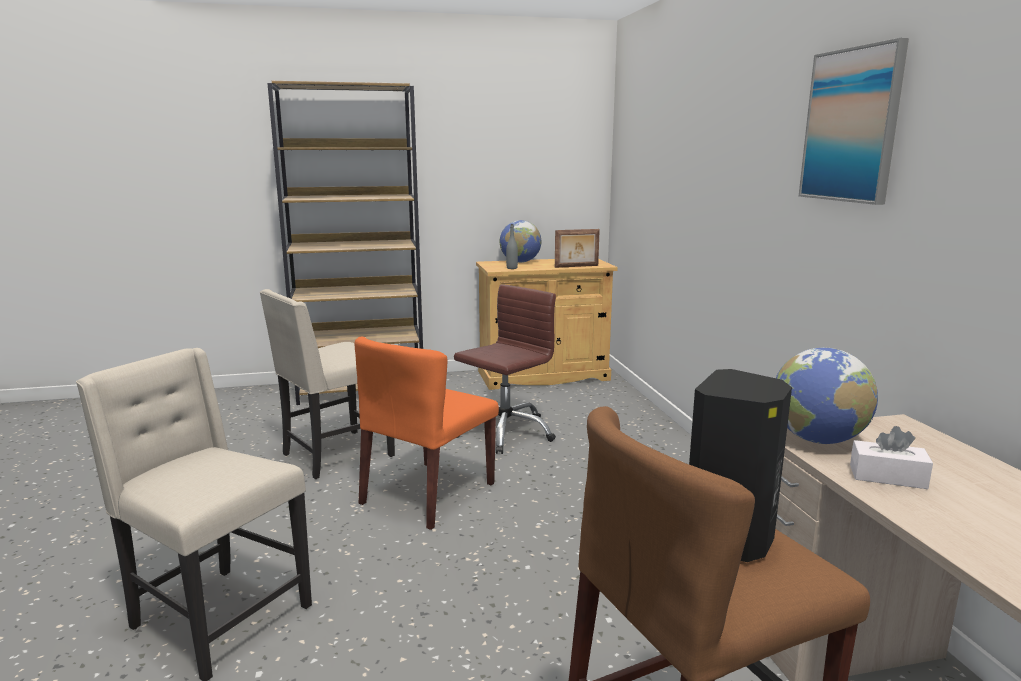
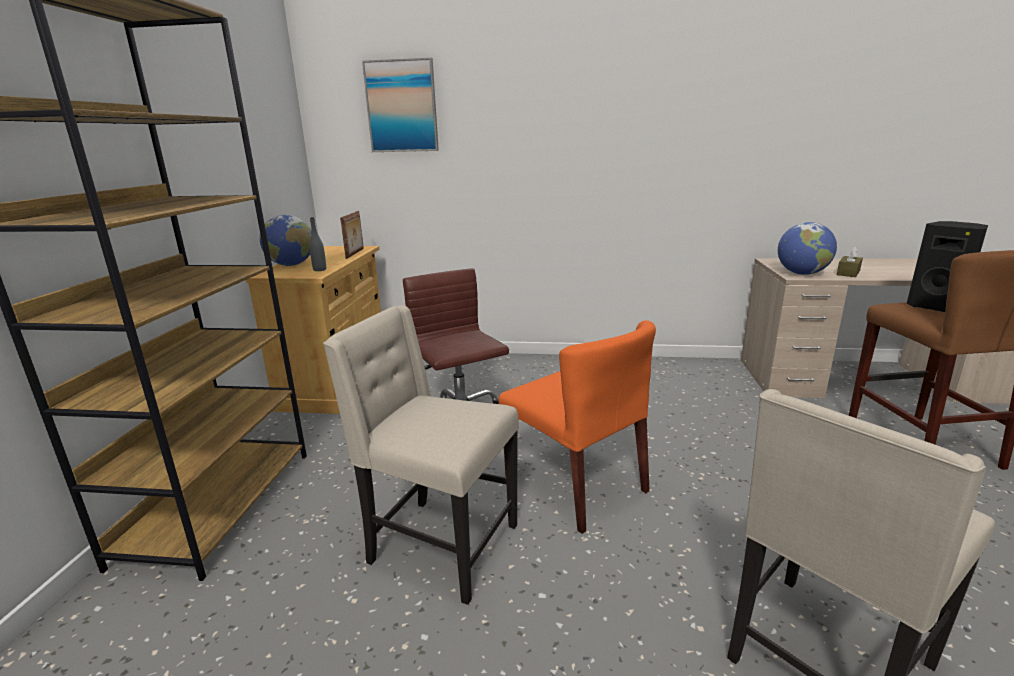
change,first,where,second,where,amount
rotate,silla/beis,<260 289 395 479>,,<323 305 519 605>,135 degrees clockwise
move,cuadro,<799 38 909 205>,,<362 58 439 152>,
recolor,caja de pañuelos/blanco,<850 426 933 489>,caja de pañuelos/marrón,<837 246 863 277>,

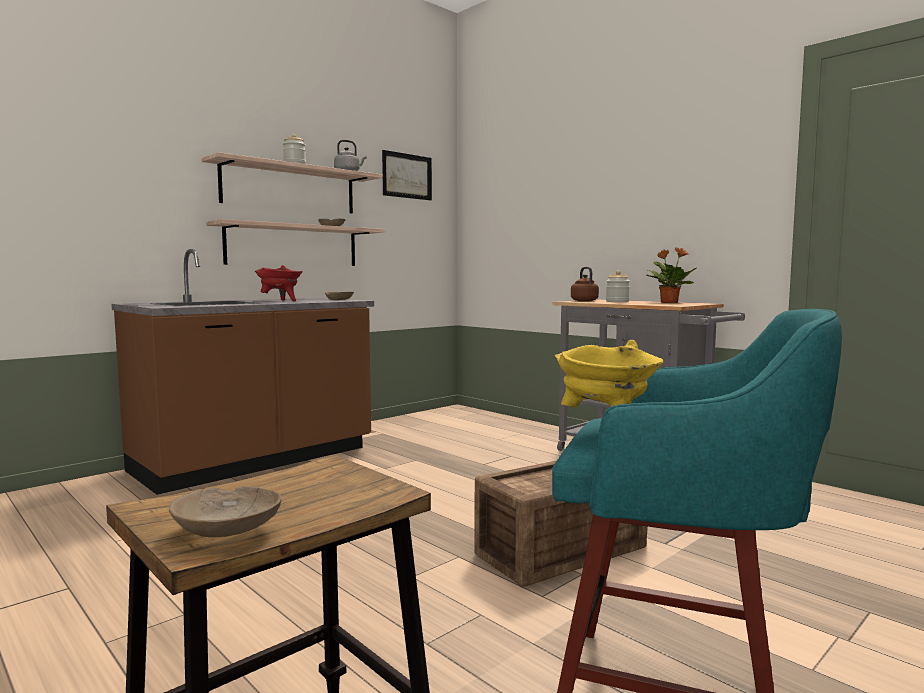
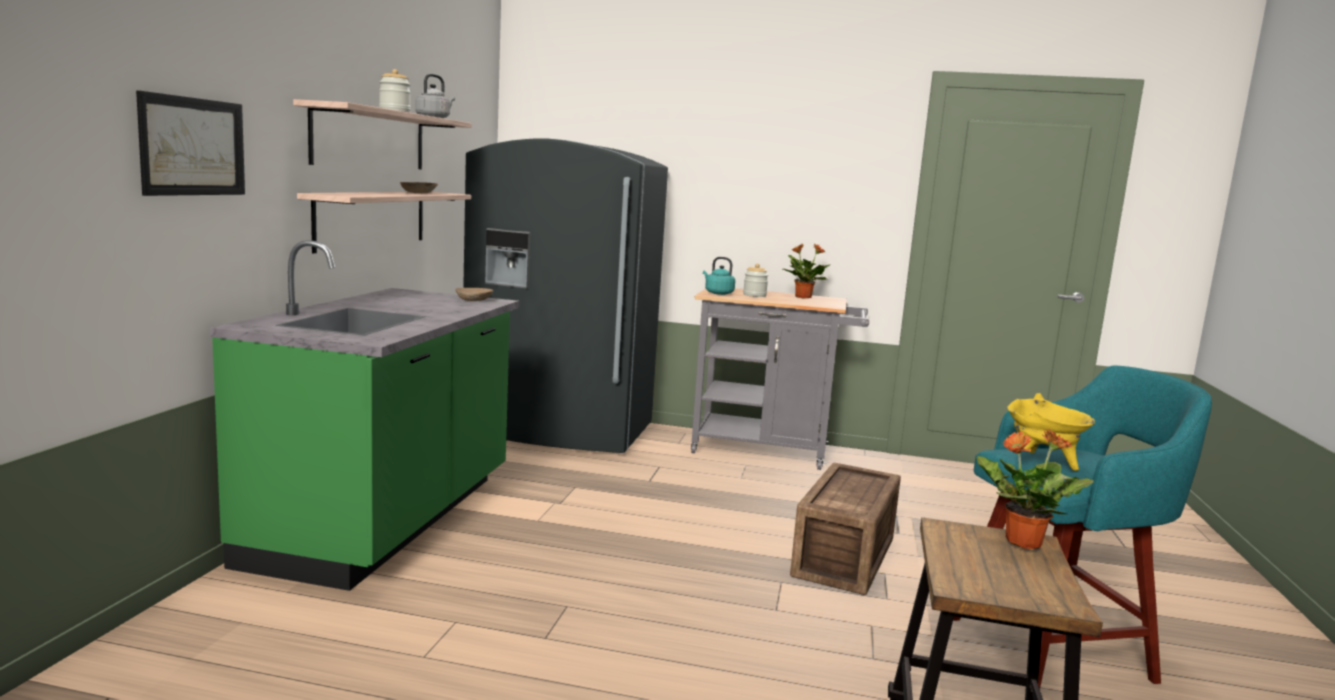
change,first,where,second,where,amount
recolor,mueble bajo de cocina/marrón,<111 249 374 495>,mueble bajo de cocina/verde,<210 240 519 591>,
delete,cuenco/beis,<169 486 282 537>,,,
delete,olla/rojo,<255 265 303 301>,,,
move,cuadro,<382 150 432 200>,,<136 90 245 196>,
recolor,hervidor/marrón,<571 267 599 302>,hervidor/turquesa,<703 257 735 295>,
insert,,,nevera/gris,<463 138 668 453>,
insert,,,planta en maceta,<977 428 1094 549>,

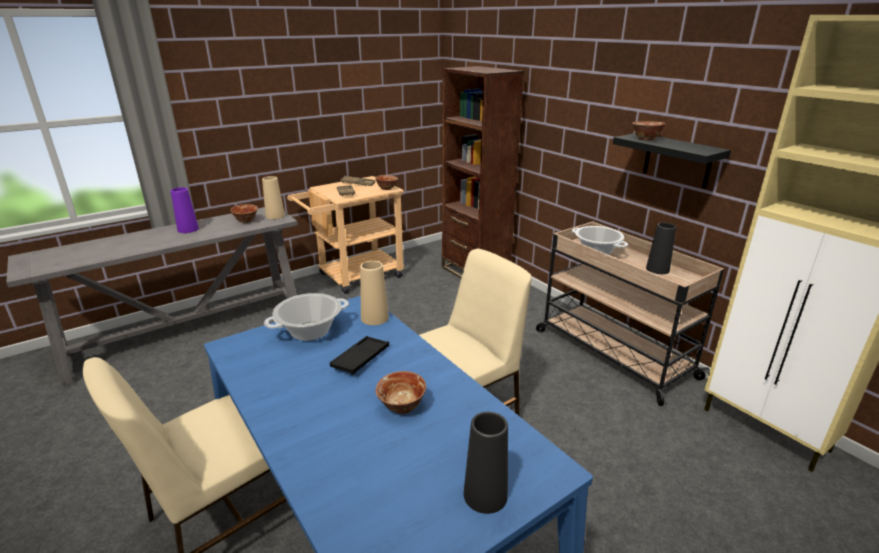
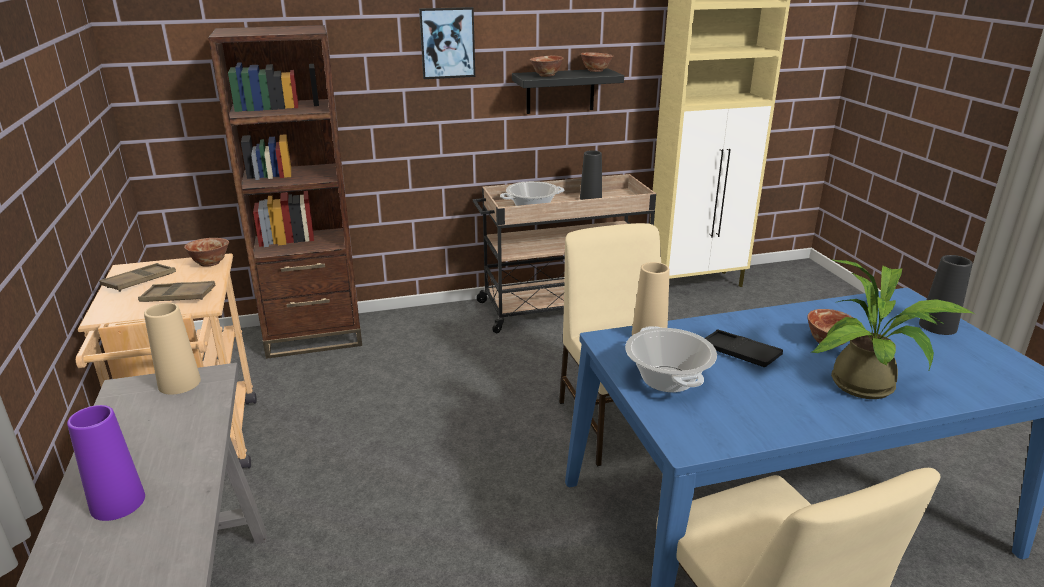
change,first,where,second,where,amount
move,cuenco,<230 204 258 223>,,<581 52 613 72>,
insert,,,cuadro,<419 7 475 79>,
insert,,,planta en maceta,<812 259 975 399>,

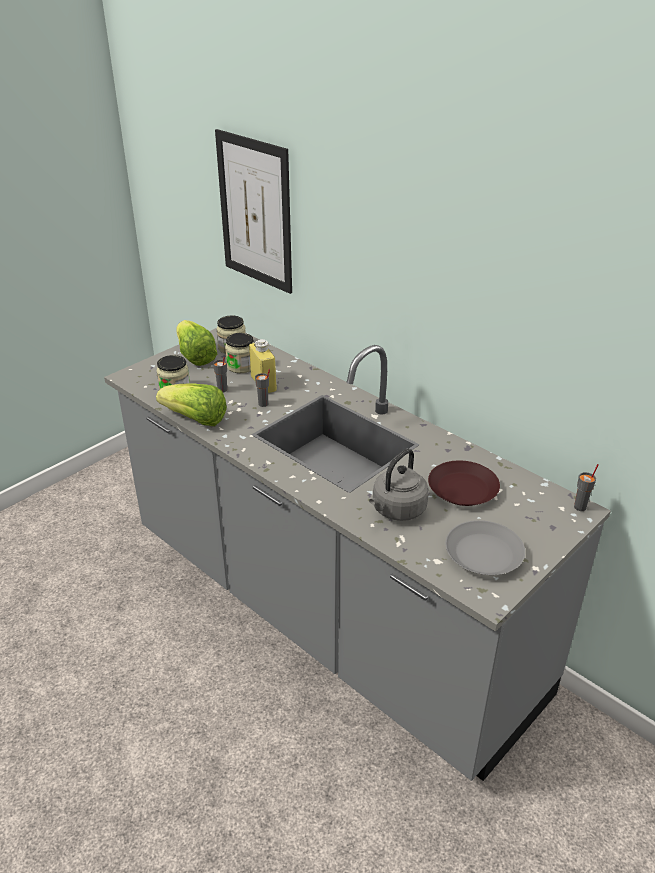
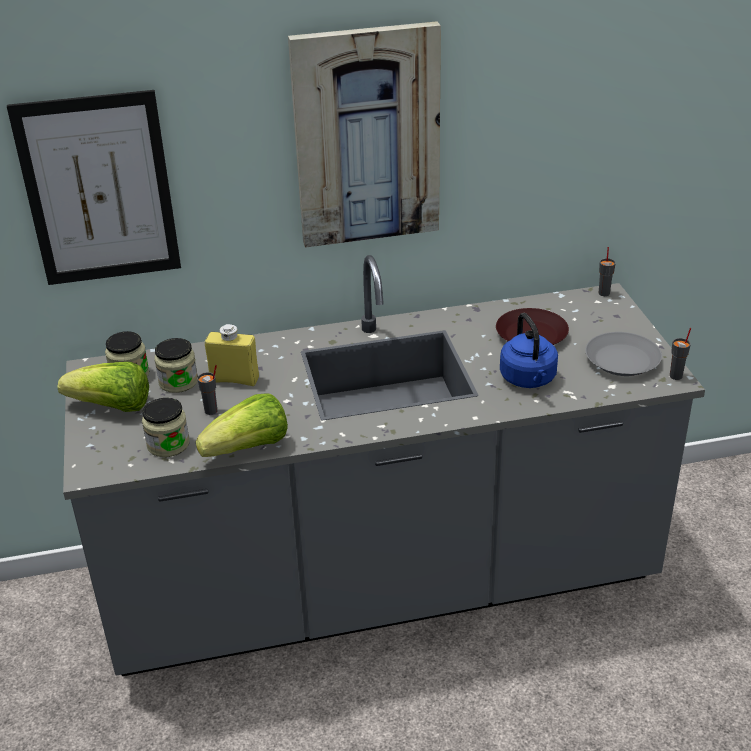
change,first,where,second,where,amount
move,taza/gris,<255 369 270 407>,,<670 328 691 380>,
recolor,hervidor/gris,<369 449 429 521>,hervidor/azul,<500 313 558 388>,
insert,,,cuadro,<288 21 441 248>,

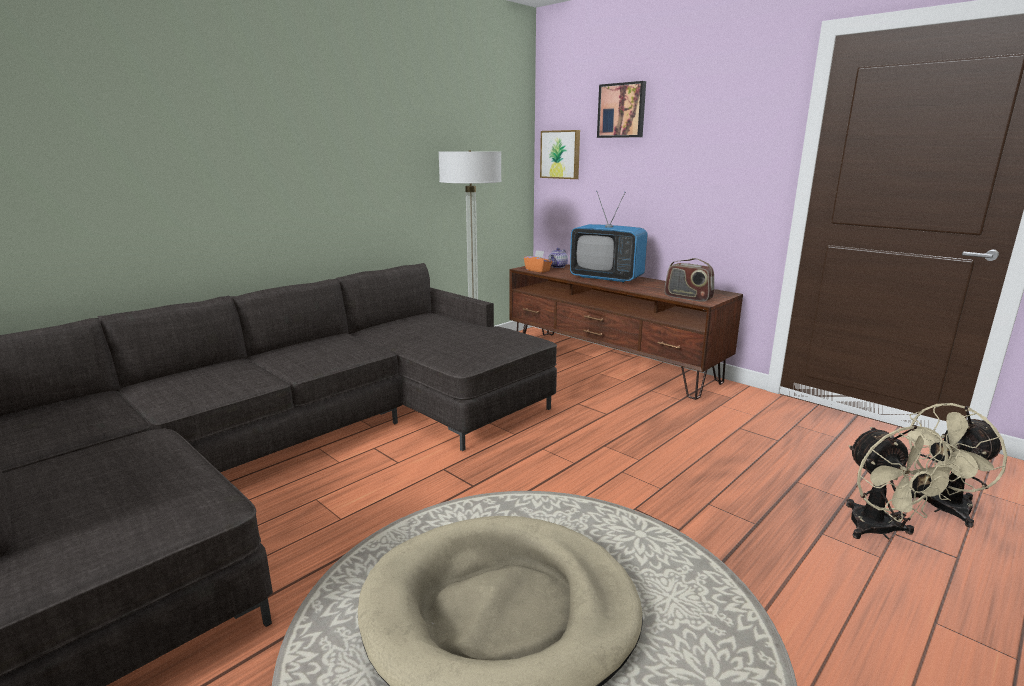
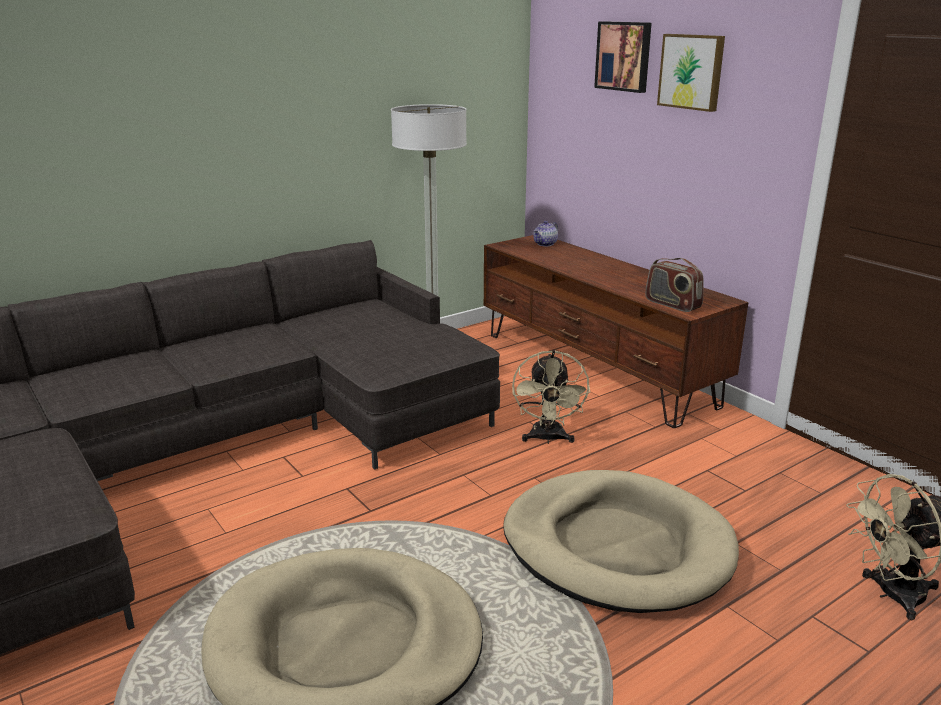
change,first,where,second,where,amount
delete,caja de pañuelos/naranja,<524 250 552 273>,,,
move,cuadro,<540 130 580 179>,,<657 34 725 112>,
delete,televisor,<570 191 647 283>,,,
move,ventilador/beis,<846 425 964 539>,,<512 350 590 444>,
insert,,,cama para perro/beis,<503 470 739 613>,

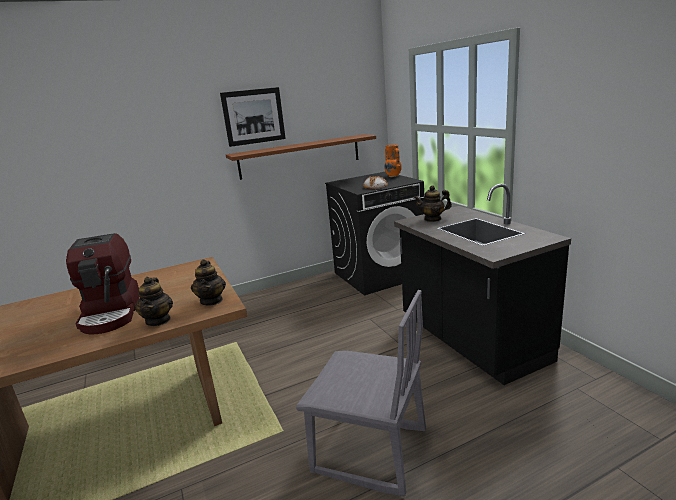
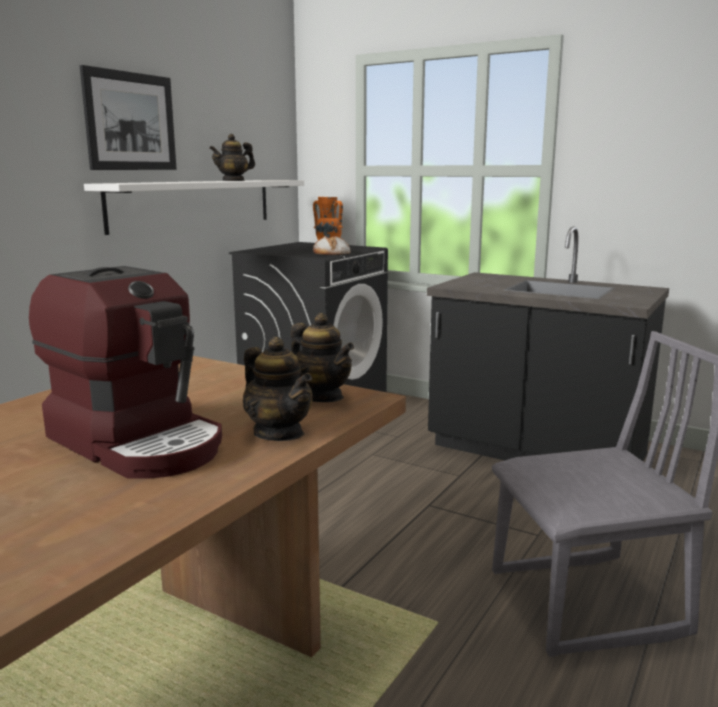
change,first,where,second,where,amount
recolor,estante/marrón,<226 134 376 180>,estante/blanco,<84 180 304 235>,
move,tetera,<414 185 452 222>,,<209 134 255 181>,

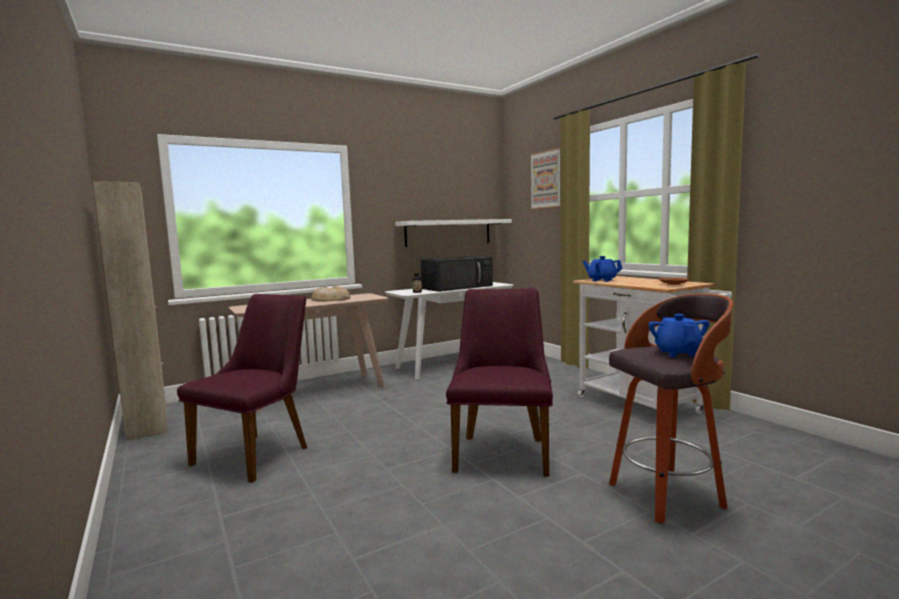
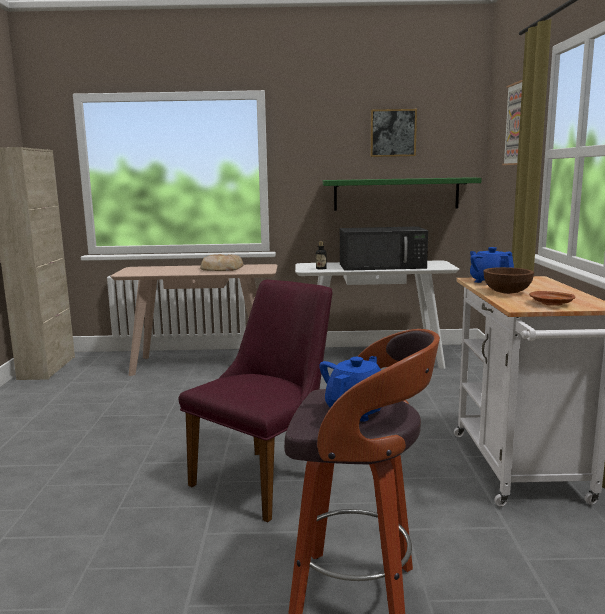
change,first,where,second,where,amount
delete,silla/morado,<177 294 307 483>,,,
recolor,estante/blanco,<395 219 512 247>,estante/verde,<323 177 482 211>,
insert,,,cuadro,<370 109 417 157>,
insert,,,cuenco/marrón,<484 267 534 294>,

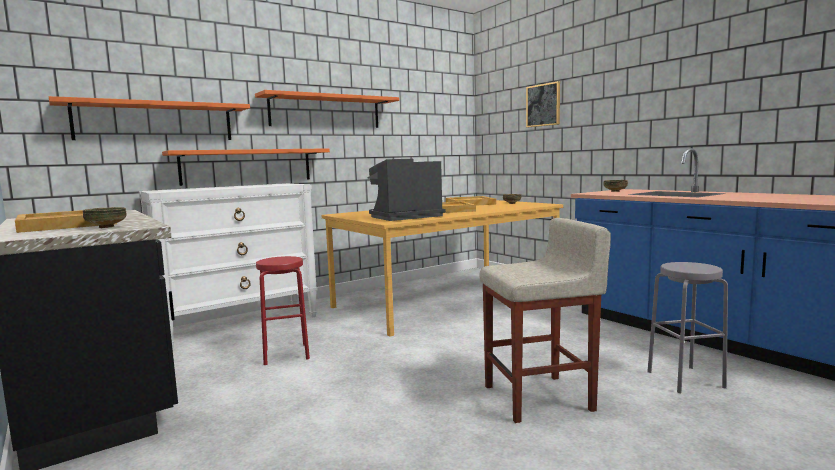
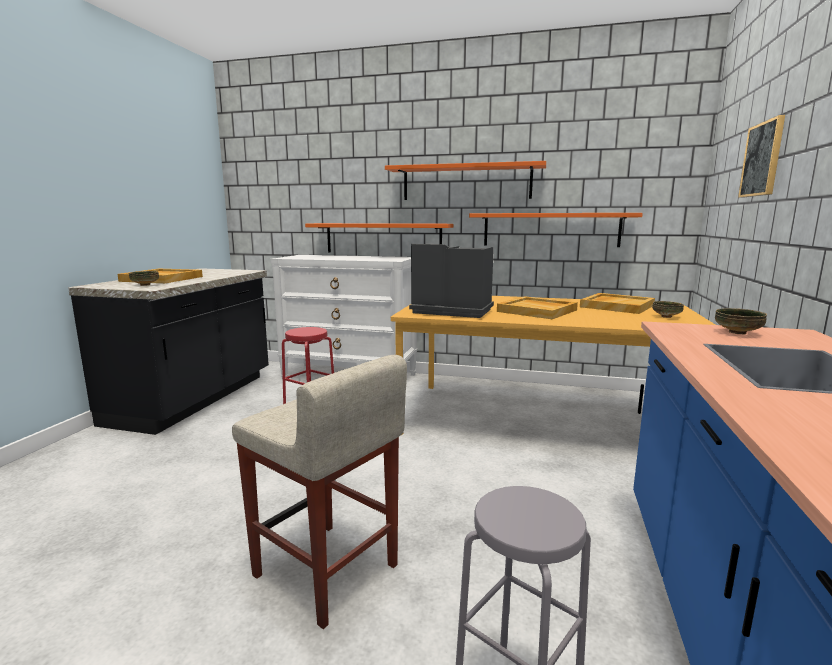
change,first,where,second,where,amount
move,estante/naranja,<49 96 250 140>,,<469 213 643 247>,

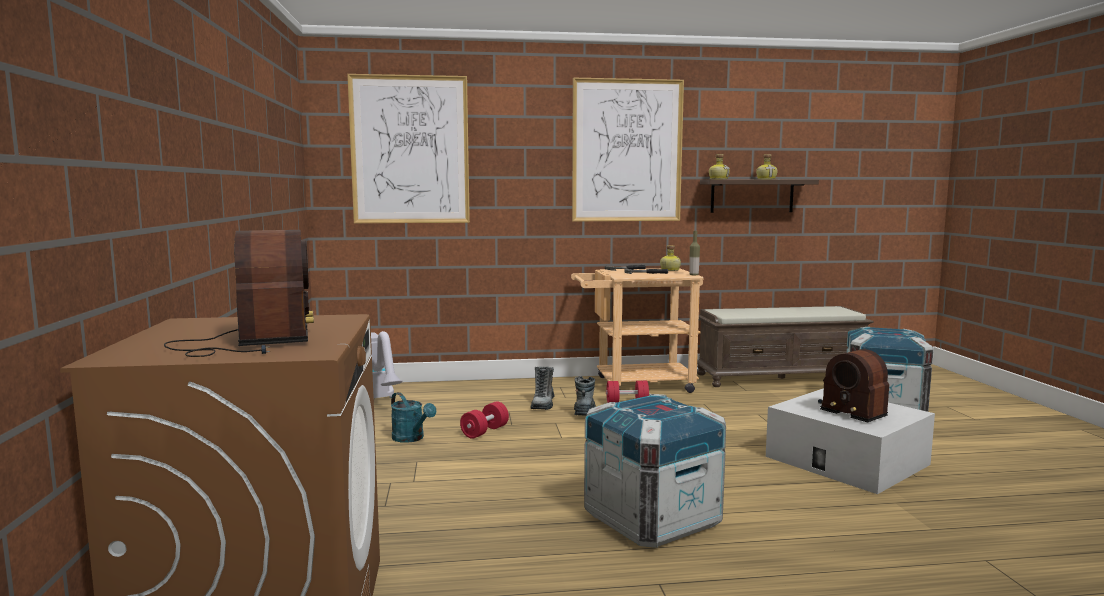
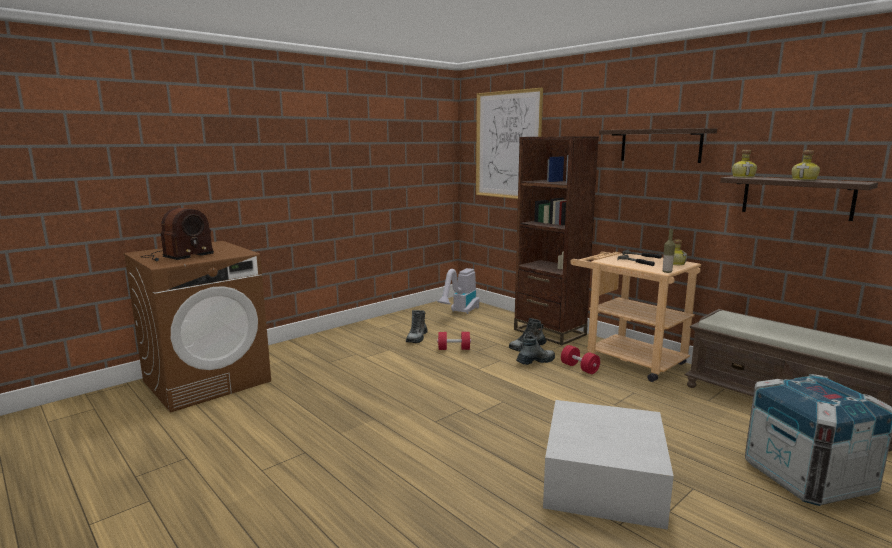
change,first,where,second,where,amount
replace,regadera/turquesa,<391 392 436 443>,bota,<406 310 428 343>,
replace,cuadro,<572 78 684 221>,estante,<599 128 717 163>,
delete,caja de embalaje,<584 394 726 548>,,,
delete,radio,<818 349 889 422>,,,
insert,,,estantería/marrón,<514 137 599 345>,

